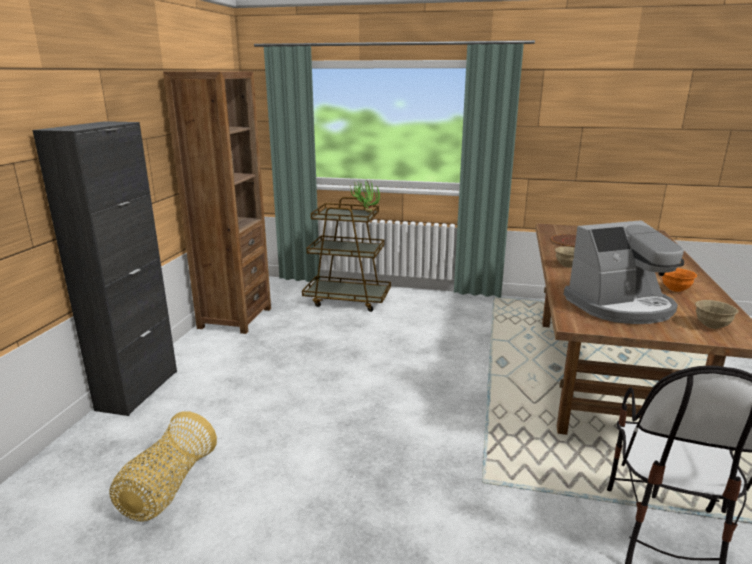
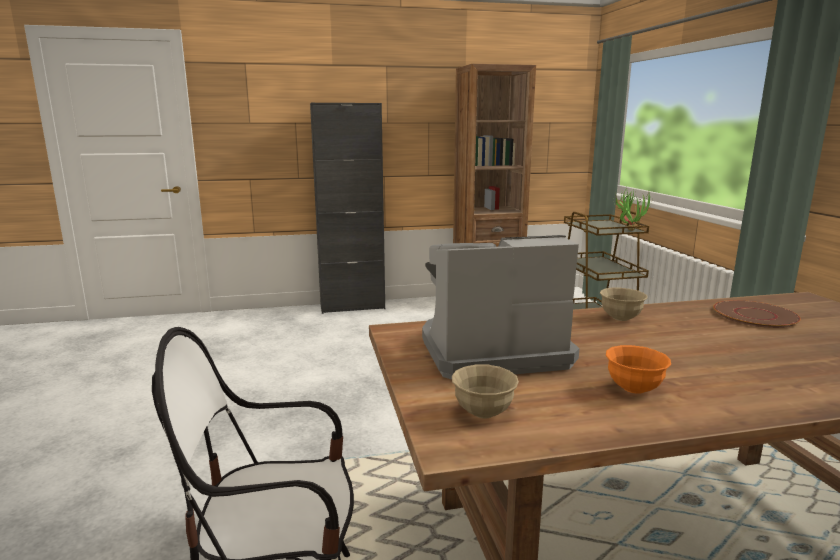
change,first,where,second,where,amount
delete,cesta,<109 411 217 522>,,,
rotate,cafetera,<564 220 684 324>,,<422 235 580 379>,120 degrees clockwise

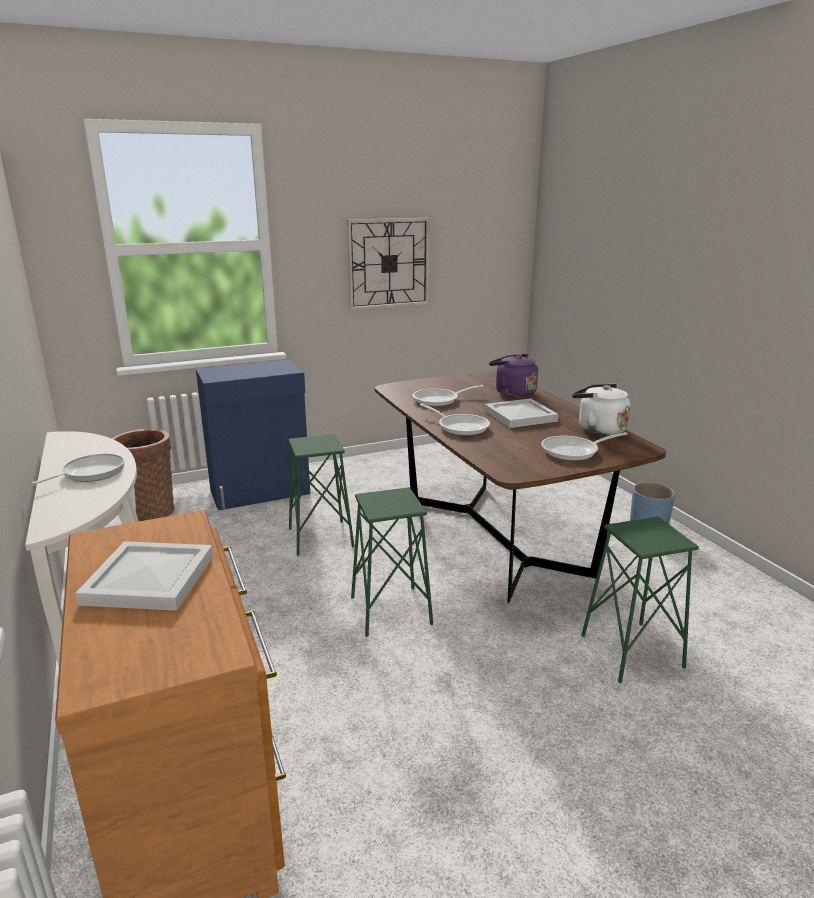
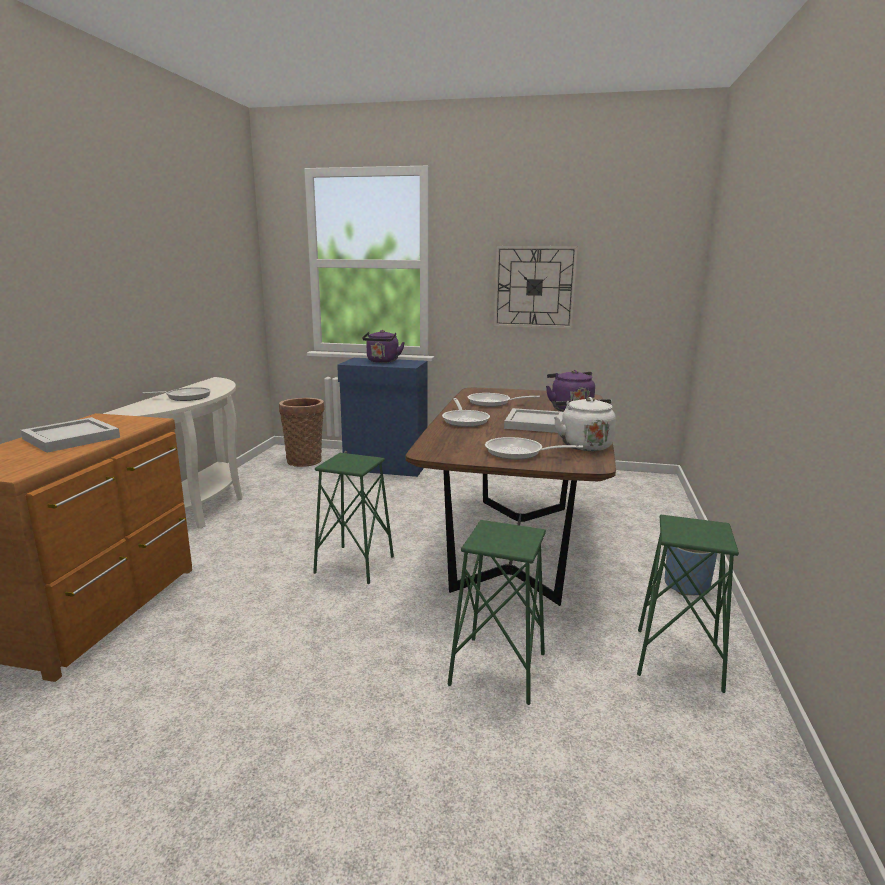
change,first,where,second,where,amount
move,taburete/verde,<288 434 354 556>,,<637 515 739 693>,
insert,,,hervidor/morado,<362 330 405 363>,

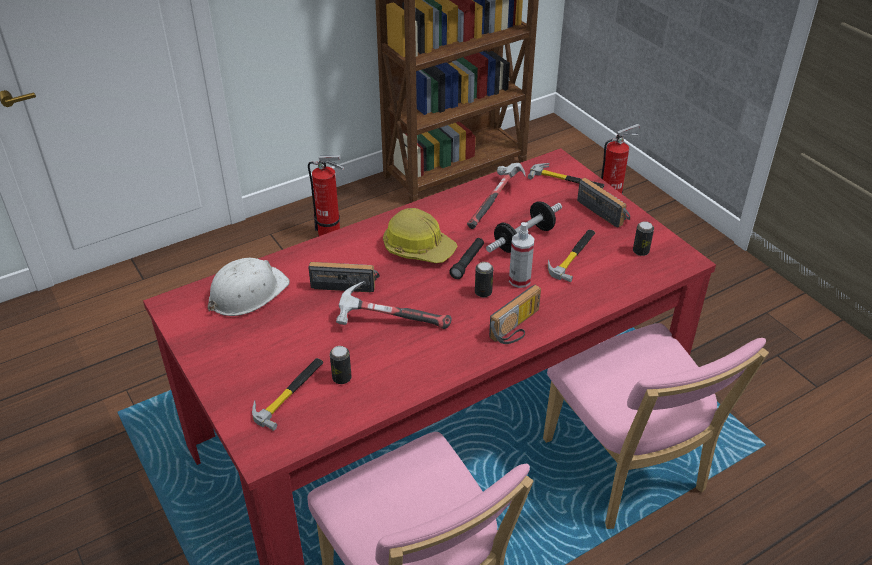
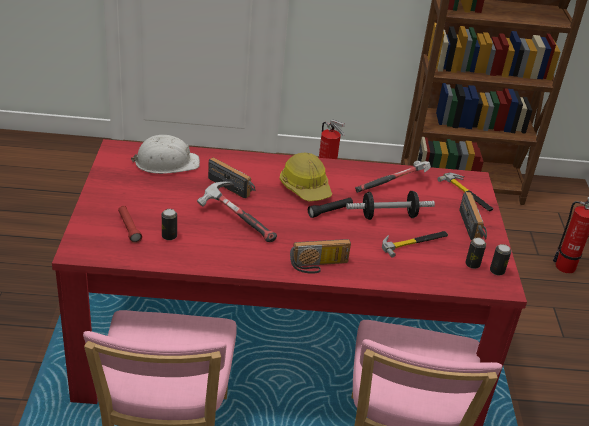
change,first,where,second,where,amount
replace,martillo,<252 358 323 431>,linterna/rojo,<118 206 142 243>,
move,lata,<475 262 493 297>,,<490 244 511 275>,
delete,pulverizador,<509 222 534 288>,,,

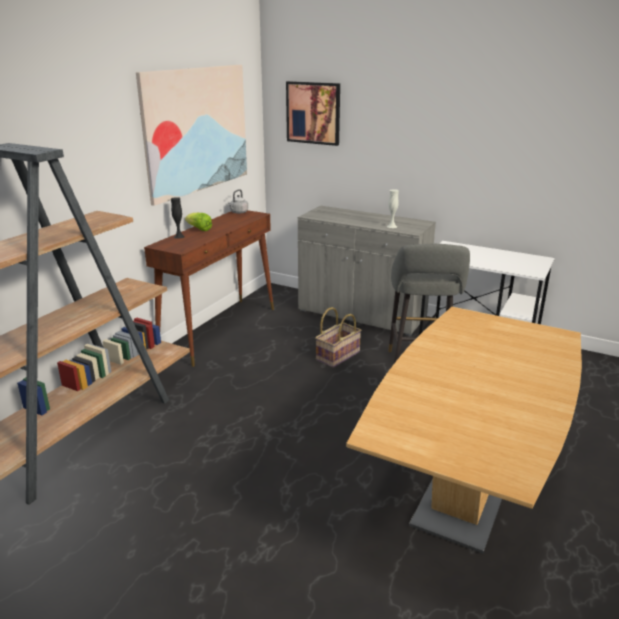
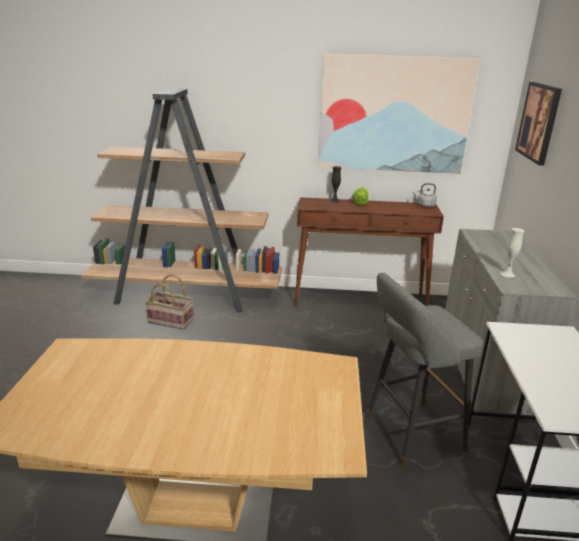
change,first,where,second,where,amount
move,cesta,<315 307 361 368>,,<145 274 194 330>,

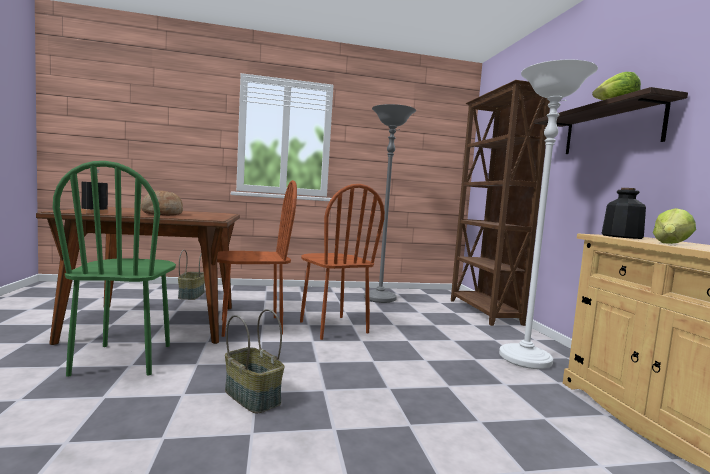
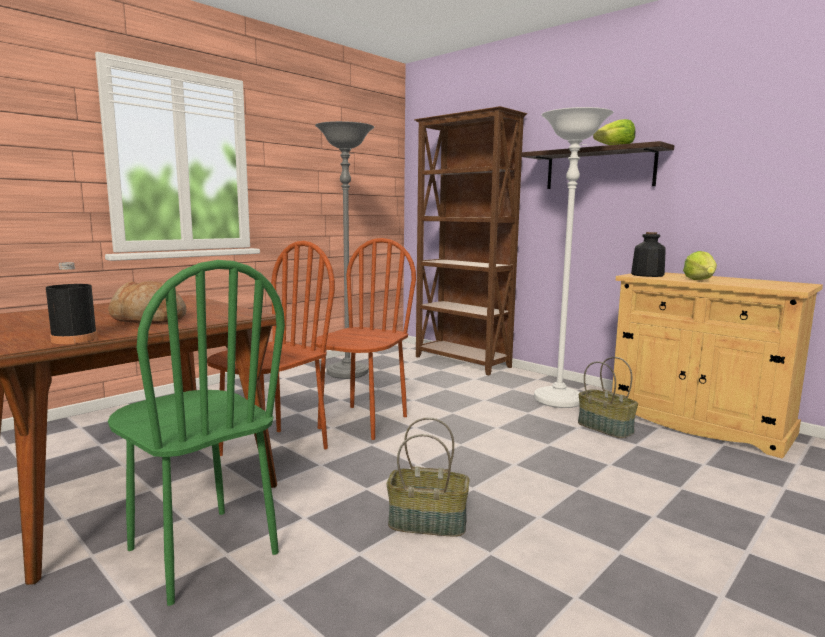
change,first,where,second,where,amount
move,cesta,<178 250 205 300>,,<578 357 638 438>,
rotate,silla/marrón,<300 184 385 340>,,<316 238 416 440>,90 degrees counterclockwise

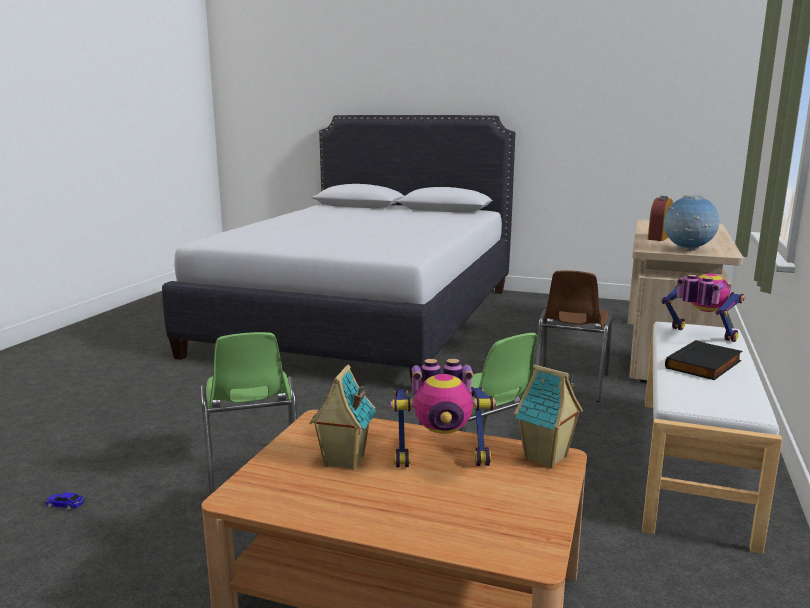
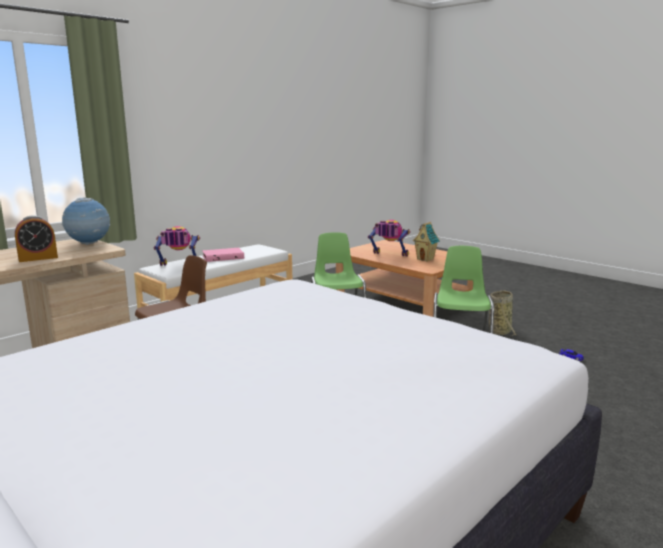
change,first,where,second,where,amount
delete,casita,<514 364 583 469>,,,
rotate,robot de juguete,<662 273 746 342>,,<154 226 200 266>,105 degrees clockwise
recolor,libro/negro,<665 340 742 380>,libro/rosa,<202 248 244 262>,
insert,,,cesta,<489 290 517 336>,

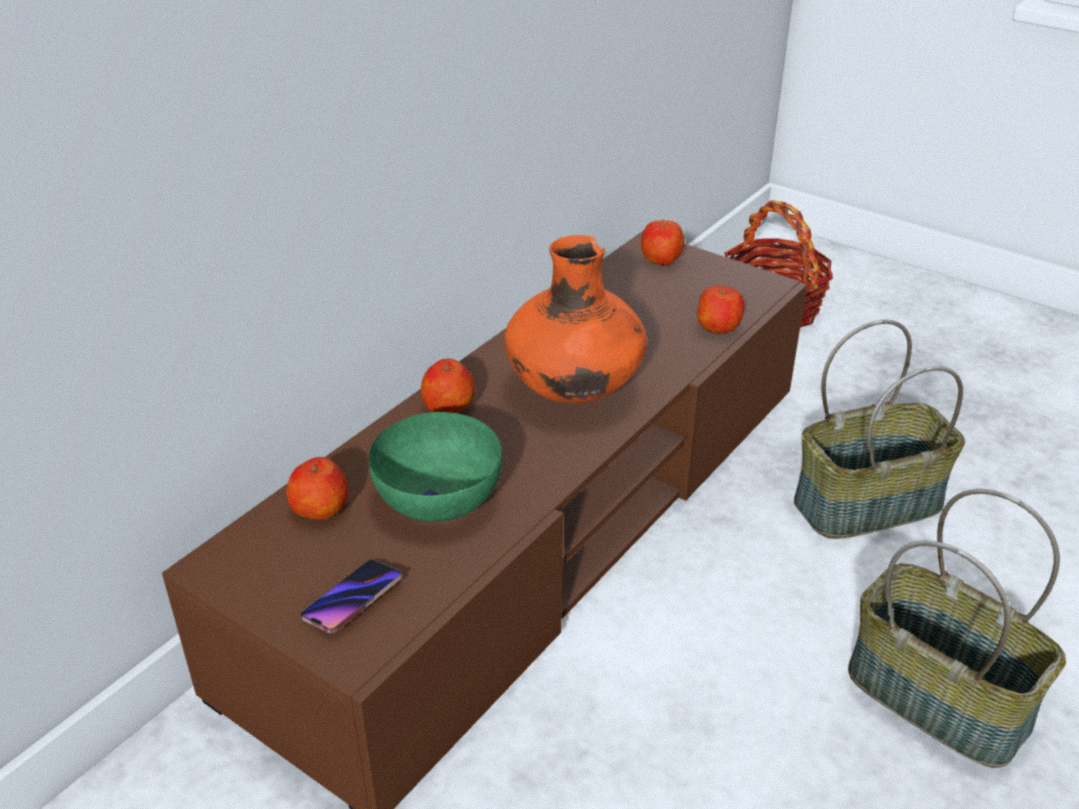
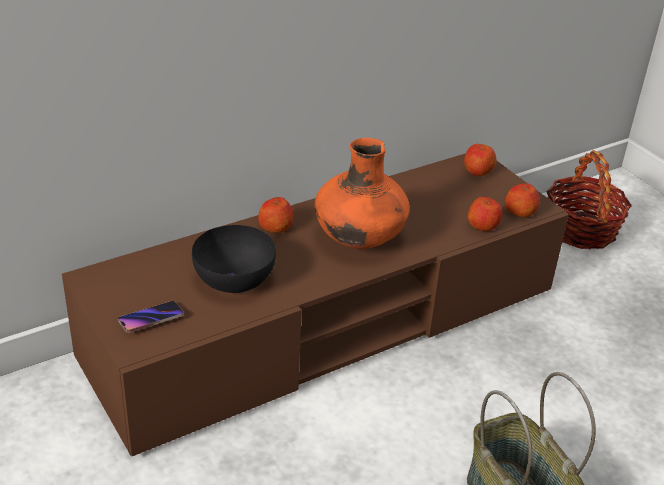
change,first,where,second,where,amount
move,manzana,<286 457 348 520>,,<505 183 540 217>,
recolor,cuenco/verde,<369 412 502 522>,cuenco/negro,<192 225 276 293>,
delete,cesta,<794 320 965 539>,,,

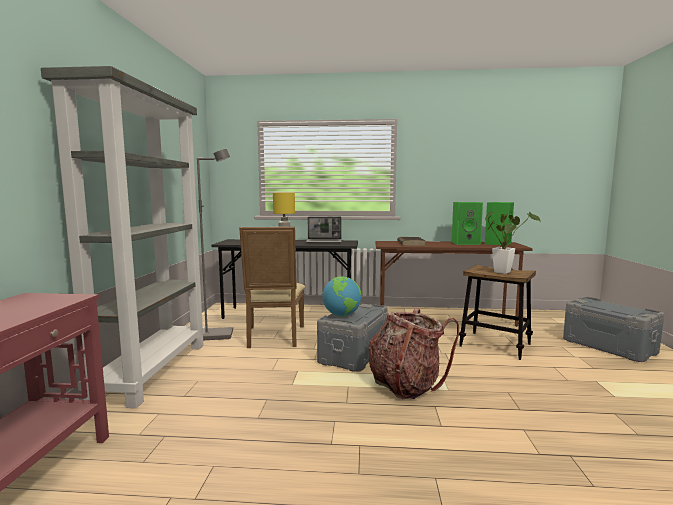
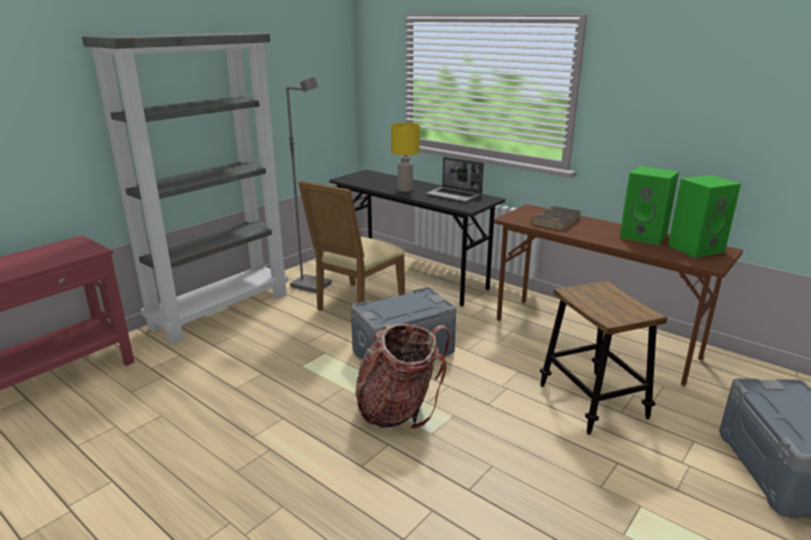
change,first,where,second,where,amount
delete,globo terráqueo,<322 276 361 316>,,,
delete,planta en maceta,<485 211 541 274>,,,

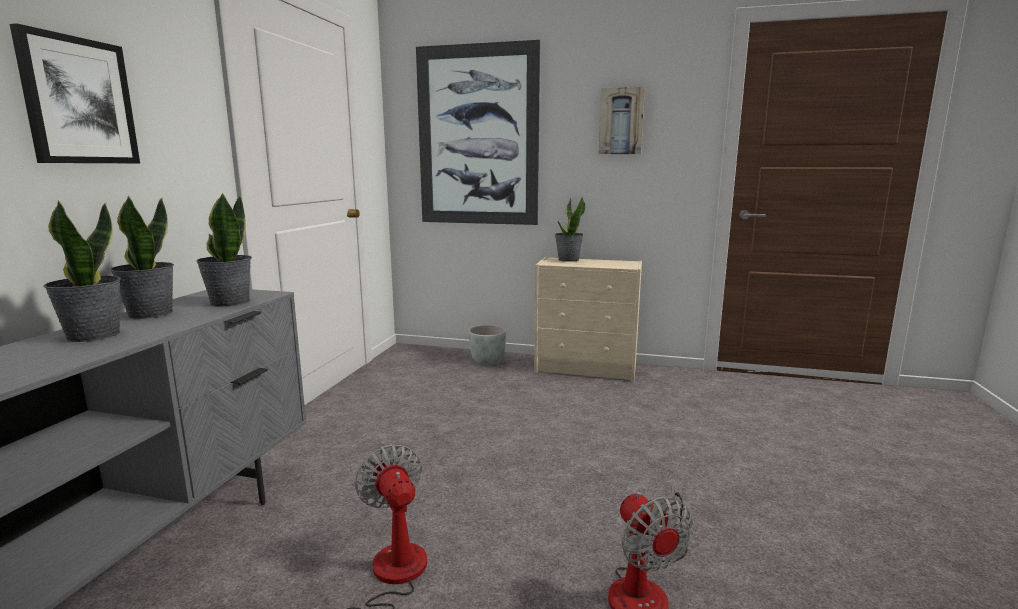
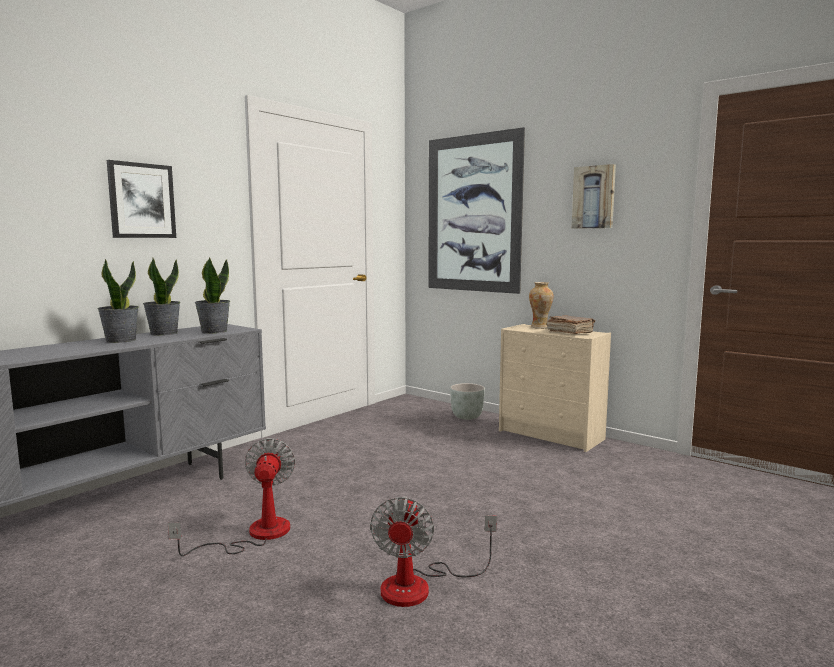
change,first,where,second,where,amount
replace,planta en maceta,<555 196 585 262>,florero,<529 282 553 329>,
insert,,,libro/marrón,<547 315 595 334>,

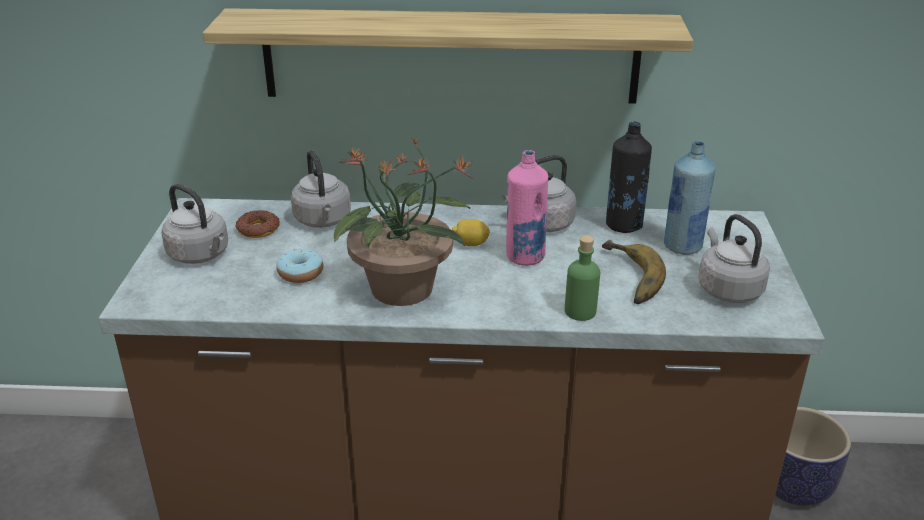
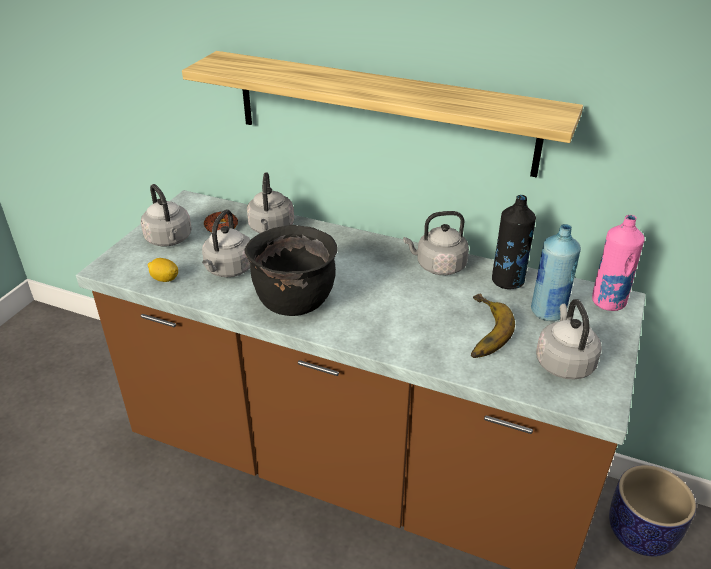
change,first,where,second,where,amount
replace,rosquilla,<277 249 323 283>,hervidor/gris,<202 209 251 277>,
replace,planta en maceta,<334 137 473 306>,olla/negro,<244 225 338 316>,
move,limón,<452 219 490 246>,,<148 258 178 282>,
move,botella/rosa,<506 150 548 266>,,<592 215 645 311>,
delete,botella/verde,<565 235 600 321>,,,

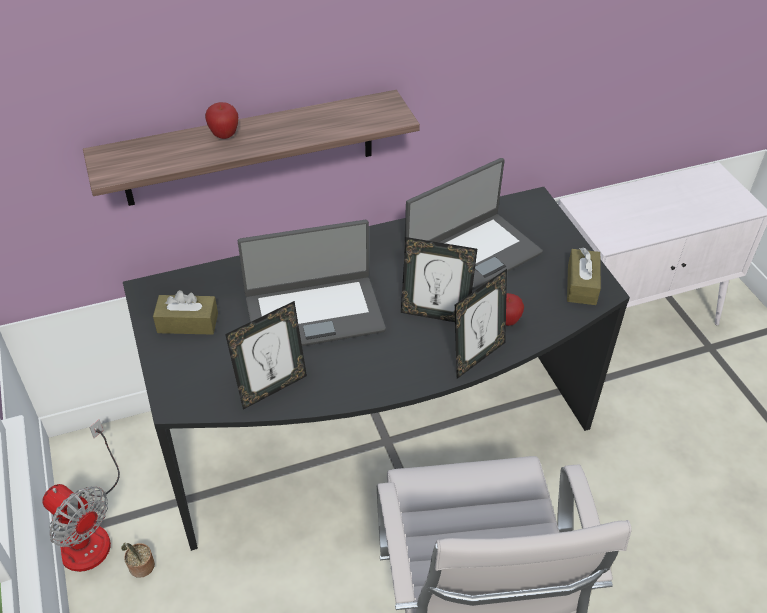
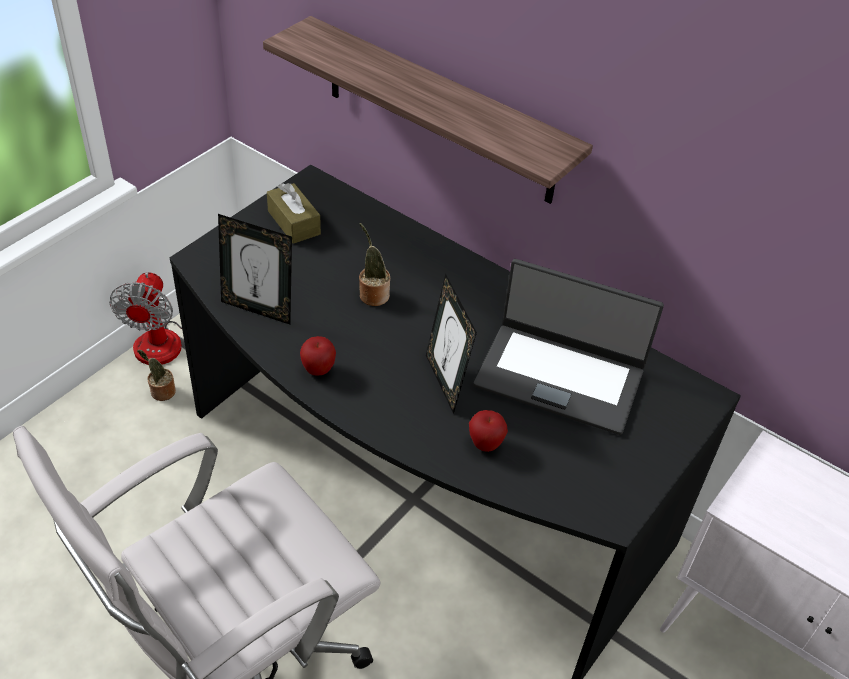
change,first,where,second,where,amount
move,manzana,<205 102 238 139>,,<300 336 336 376>,
replace,portátil,<238 220 386 346>,planta en maceta,<359 223 390 306>,
delete,portarretratos,<455 269 507 379>,,,
delete,caja de pañuelos/marrón,<567 248 601 305>,,,

